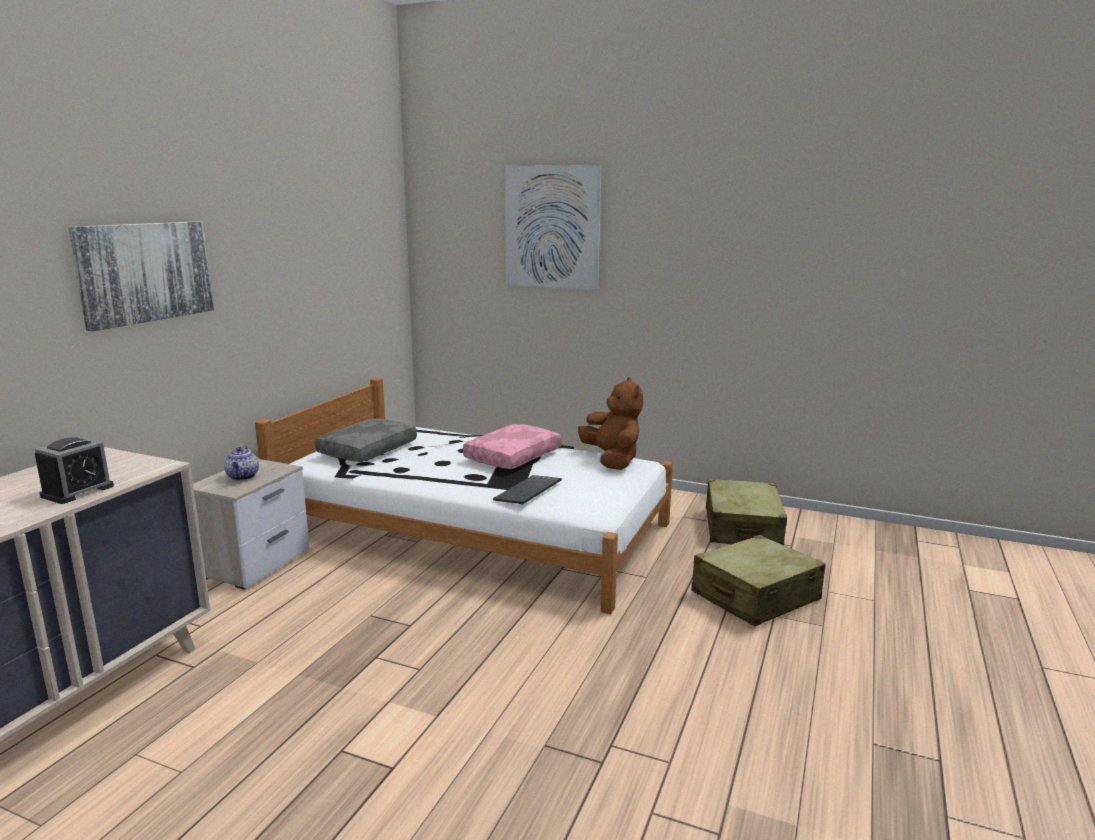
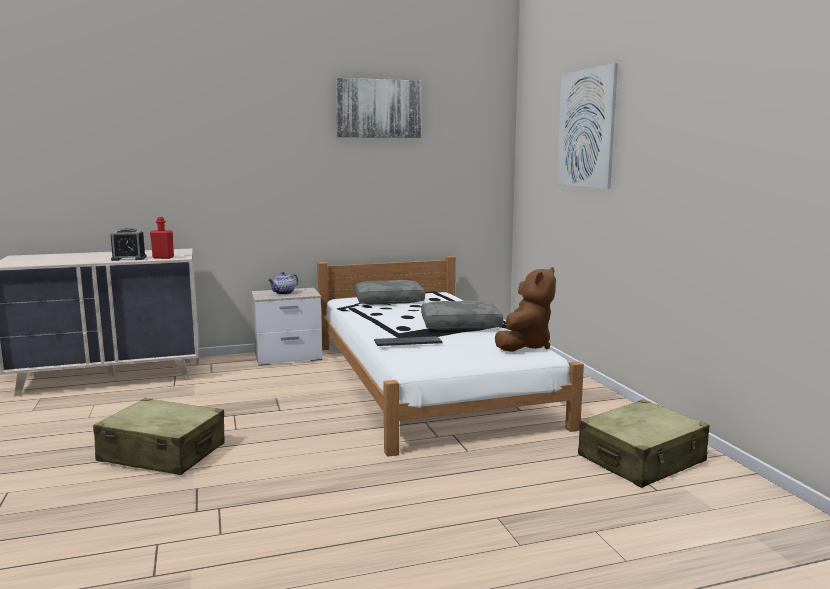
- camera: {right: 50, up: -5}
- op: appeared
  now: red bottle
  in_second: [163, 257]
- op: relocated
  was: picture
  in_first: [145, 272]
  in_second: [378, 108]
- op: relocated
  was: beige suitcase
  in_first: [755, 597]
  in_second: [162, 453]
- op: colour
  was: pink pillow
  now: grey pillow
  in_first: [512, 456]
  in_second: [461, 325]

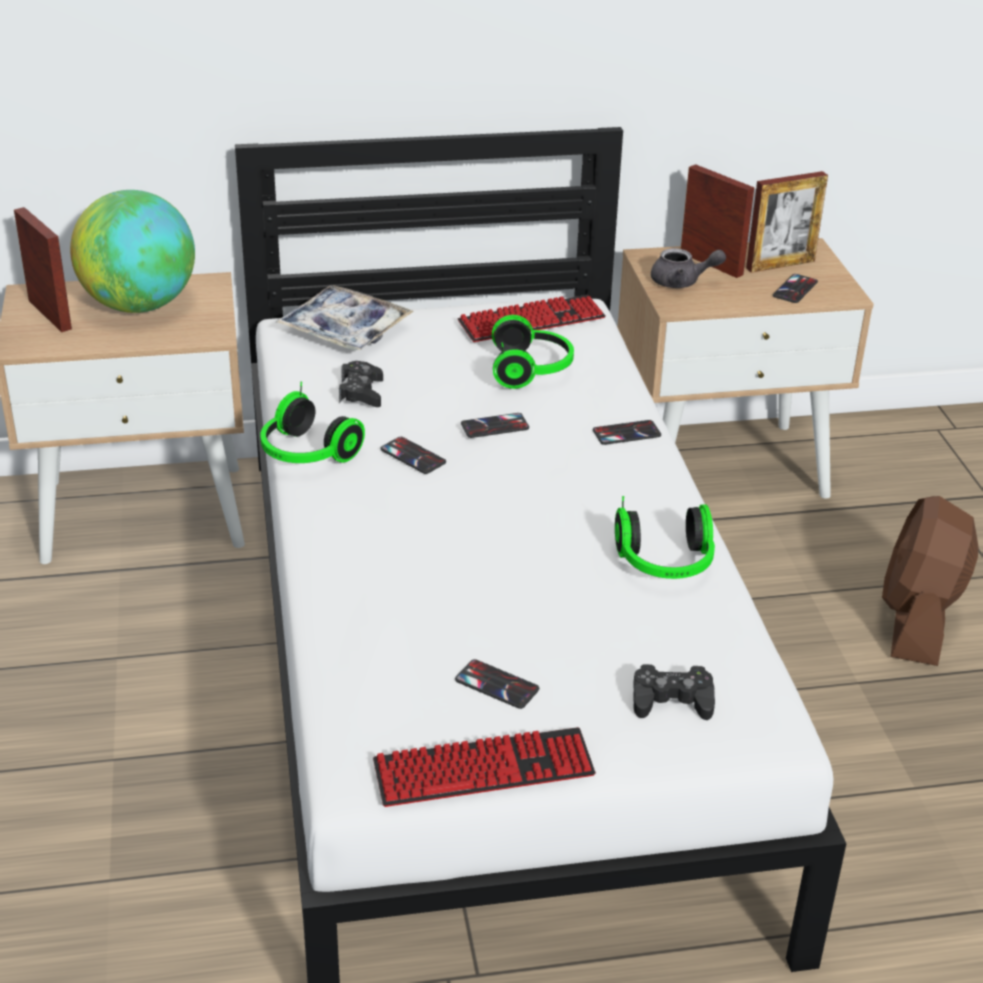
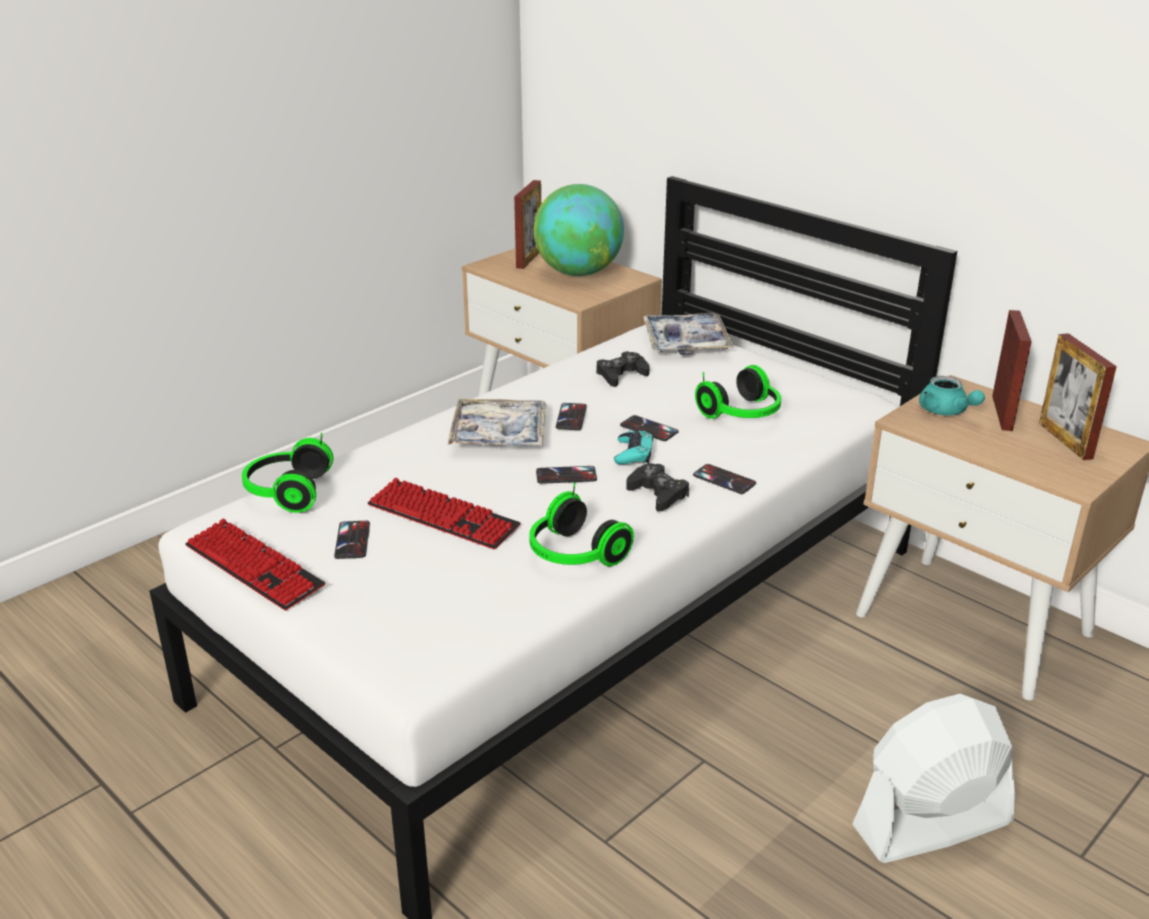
- camera: {right: 55, up: -5}
- op: appeared
  now: tray
  in_second: [499, 434]
- op: appeared
  now: turquoise game controller
  in_second: [633, 453]
- op: relocated
  was: headphones
  in_first: [305, 454]
  in_second: [286, 492]
- op: relocated
  was: keyboard
  in_first: [531, 321]
  in_second: [443, 516]
- op: relocated
  was: black game controller
  in_first: [671, 700]
  in_second: [658, 494]
- op: relocated
  was: phone
  in_first: [795, 289]
  in_second: [566, 476]
- op: colour
  was: grey teapot
  now: turquoise teapot
  in_first: [682, 282]
  in_second: [946, 411]
- op: colour
  was: brown fan
  now: white fan
  in_first: [917, 621]
  in_second: [931, 825]
- op: spun
  was: picture frame
  in_first: [780, 264]
  in_second: [1065, 440]
  clockwise: 45

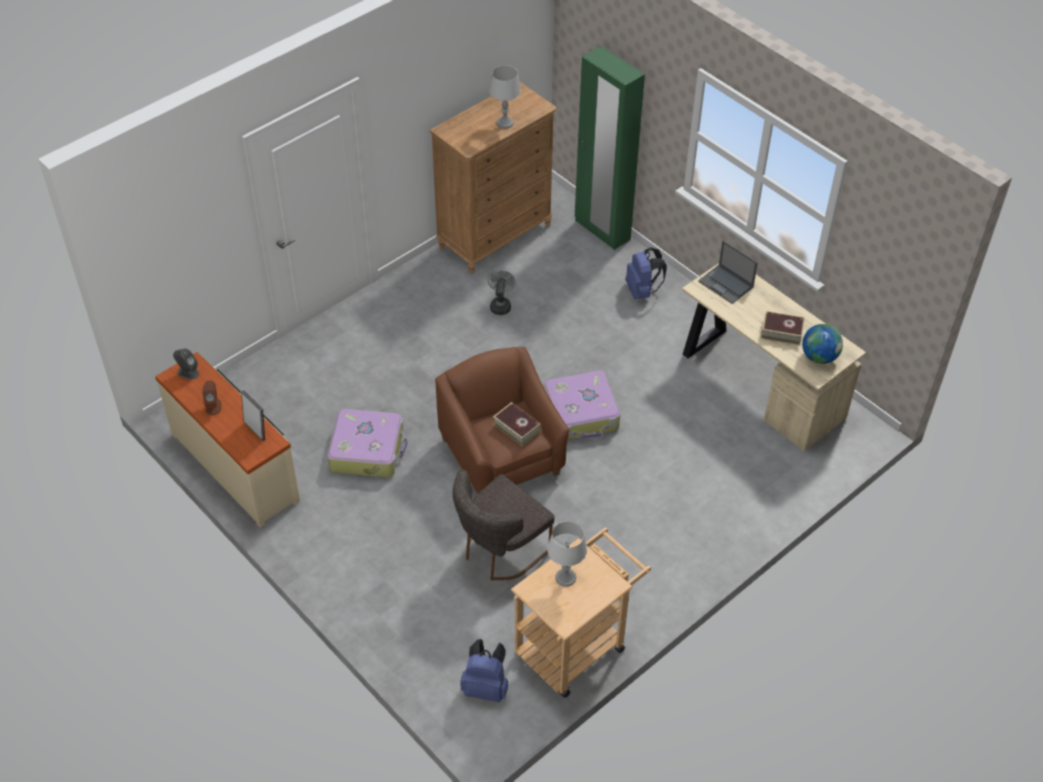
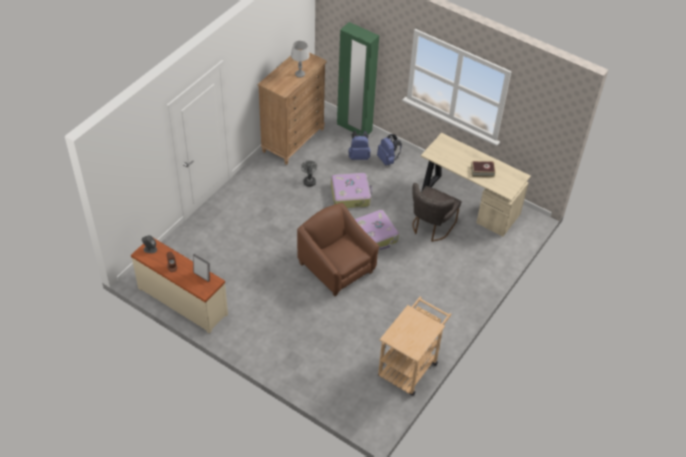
- camera: {right: -15, up: 0}
- op: missing
  was: book
  in_first: [517, 428]
- op: missing
  was: grey table lamp
  in_first: [565, 577]
- op: missing
  was: laptop
  in_first: [726, 284]
- op: missing
  was: globe
  in_first: [819, 357]
- op: relocated
  was: suitcase
  in_first: [368, 450]
  in_second: [350, 195]
- op: relocated
  was: grey chair
  in_first: [500, 552]
  in_second: [430, 227]
- op: relocated
  was: blue backpack
  in_first: [486, 687]
  in_second: [359, 156]

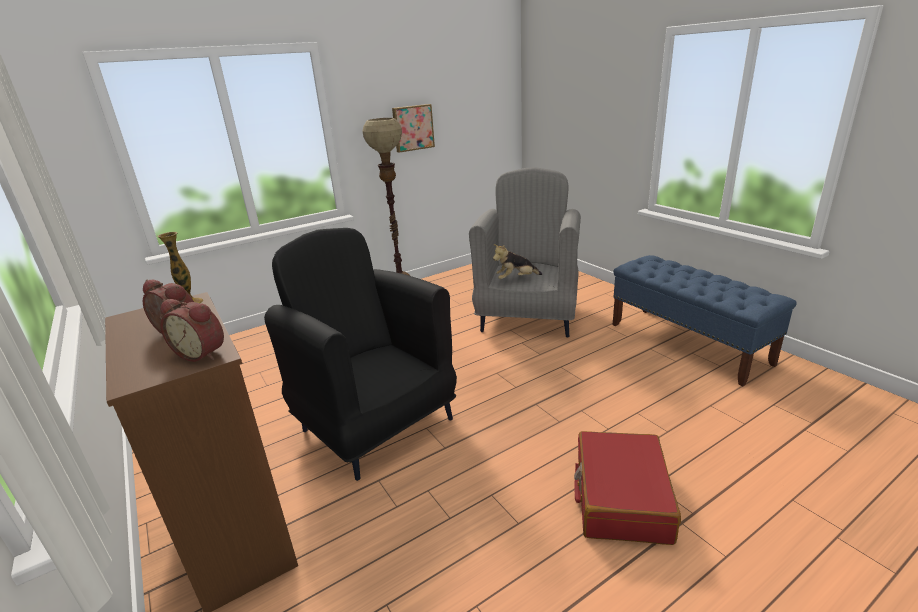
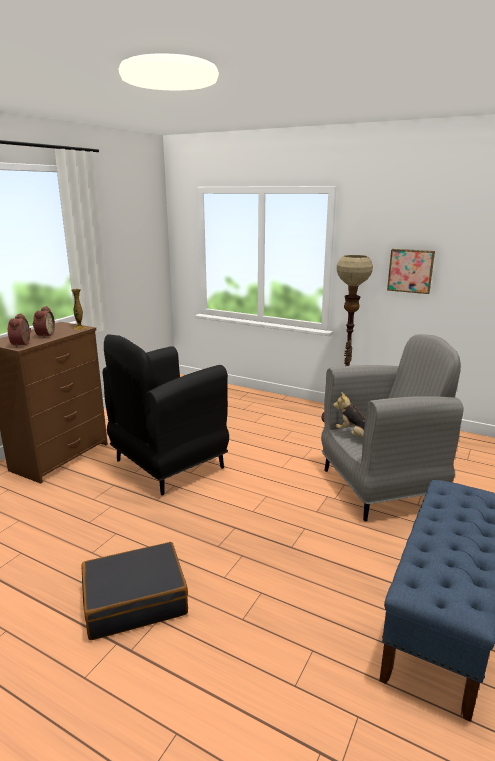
- camera: {right: 60, up: -5}
- op: colour
  was: red suitcase
  now: black suitcase
  in_first: [620, 497]
  in_second: [135, 600]
- op: spun
  was: black armchair
  in_first: [376, 424]
  in_second: [167, 465]
  clockwise: -150

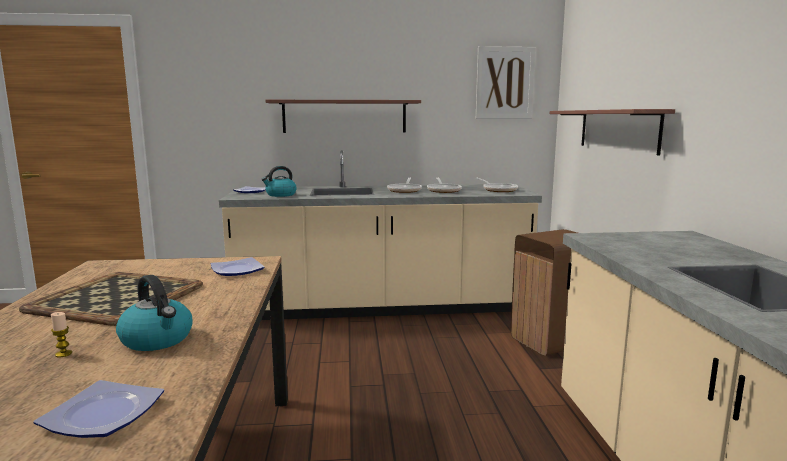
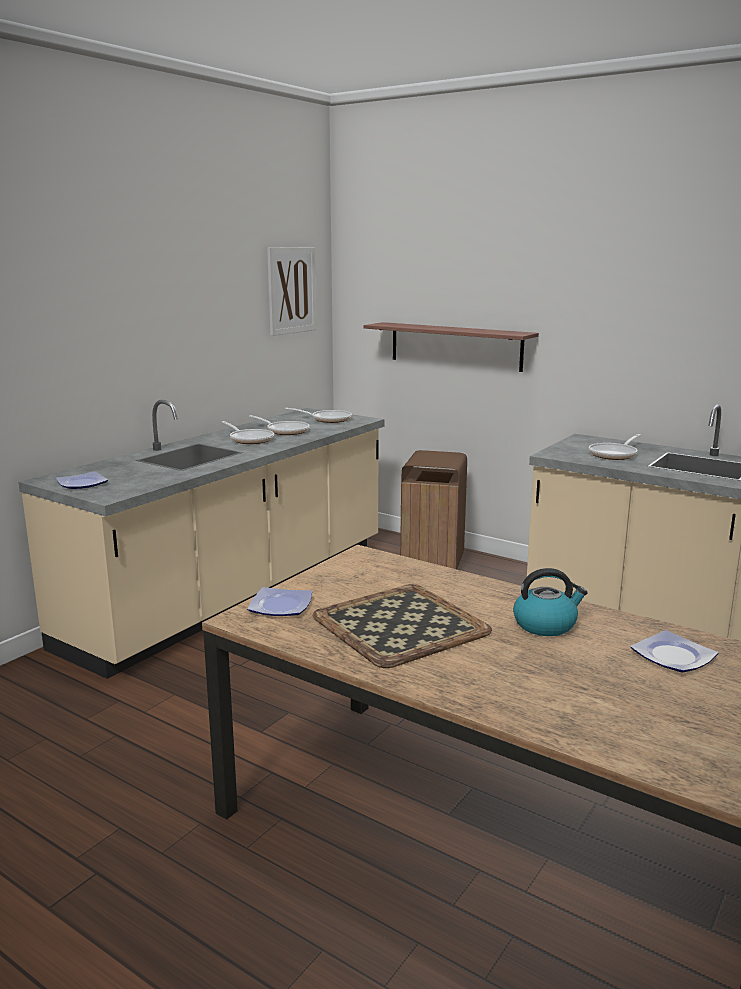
- camera: {right: -50, up: 5}
- op: missing
  was: candle
  in_first: [63, 354]
- op: missing
  was: kettle
  in_first: [280, 195]
- op: missing
  was: shelf
  in_first: [344, 116]
- op: appeared
  now: frying pan
  in_second: [615, 454]
- op: relocated
  was: plate
  in_first: [236, 271]
  in_second: [281, 607]

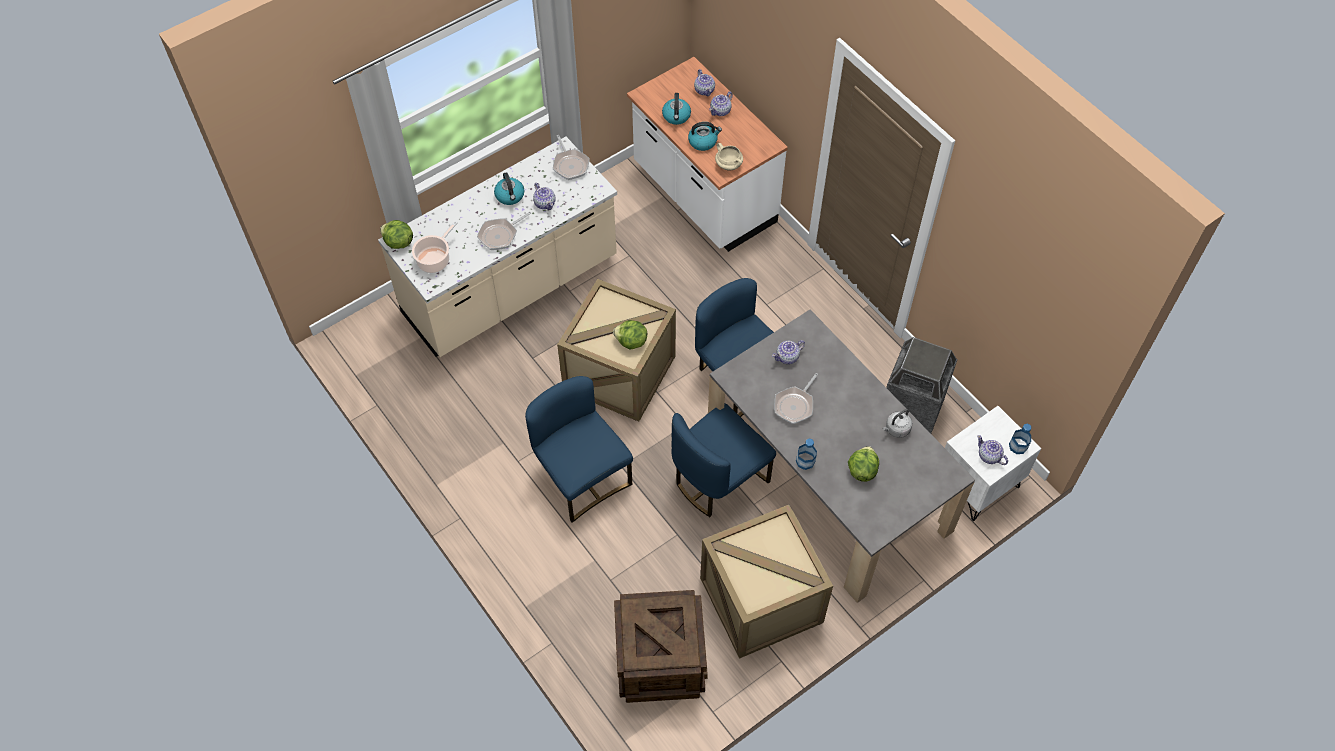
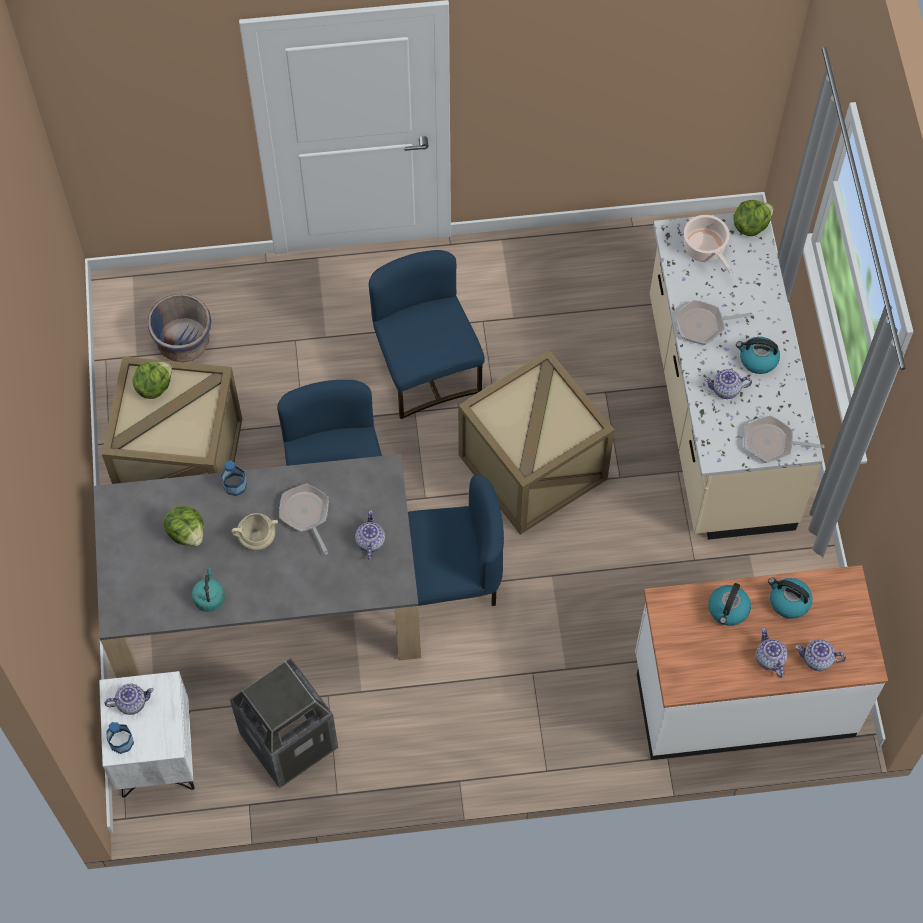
- camera: {right: 120, up: 5}
- op: relocated
  was: lettuce
  in_first: [631, 342]
  in_second: [154, 386]
- op: relocated
  was: beige cooking pot
  in_first: [729, 165]
  in_second: [256, 538]
- op: exchanged
  was: crate
  now: blue planter
  in_first: [661, 661]
  in_second: [184, 342]
- op: colour
  was: grey kettle
  now: turquoise kettle
  in_first: [896, 429]
  in_second: [209, 597]
- op: spun
  was: frying pan
  in_first: [500, 235]
  in_second: [703, 325]
  clockwise: -90
- op: spun
  was: blue chair
  in_first: [582, 476]
  in_second: [426, 370]
  clockwise: -105

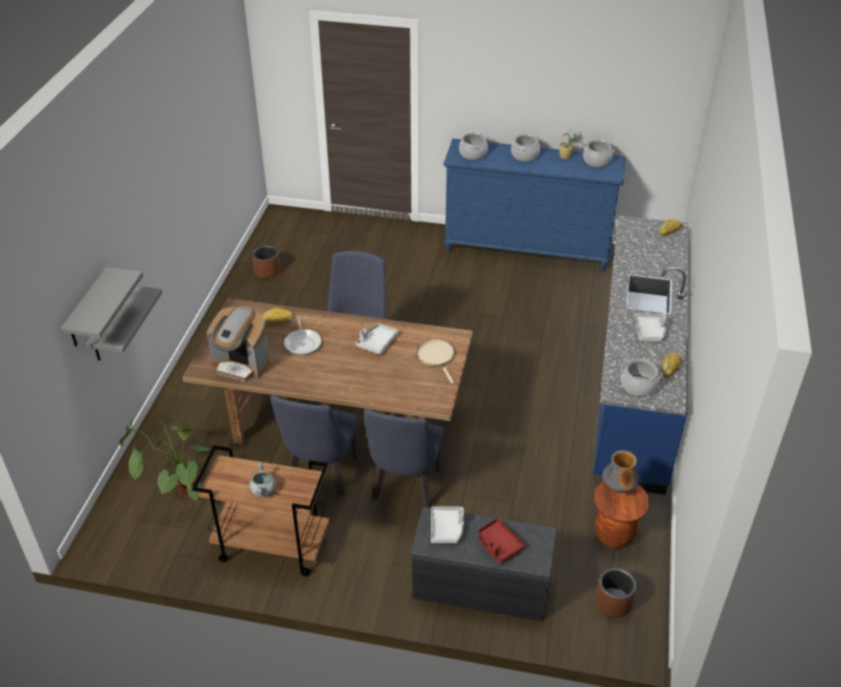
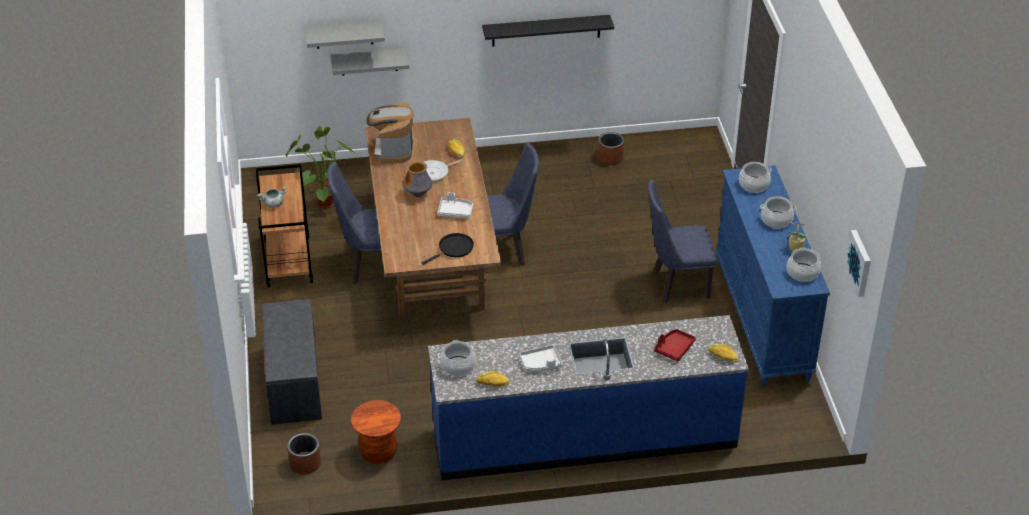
- camera: {right: 70, up: 0}
- op: missing
  was: grey tray
  in_first: [447, 528]
- op: appeared
  now: black shelf
  in_second: [546, 30]
- op: appeared
  now: picture
  in_second: [860, 263]
- op: relocated
  was: blue chair
  in_first: [405, 489]
  in_second: [676, 284]
- op: relocated
  was: red tray
  in_first: [498, 545]
  in_second: [674, 348]
- op: relocated
  was: vase
  in_first: [618, 488]
  in_second: [418, 194]
- op: colour
  was: beige frying pan
  now: black frying pan
  in_first: [436, 357]
  in_second: [454, 249]

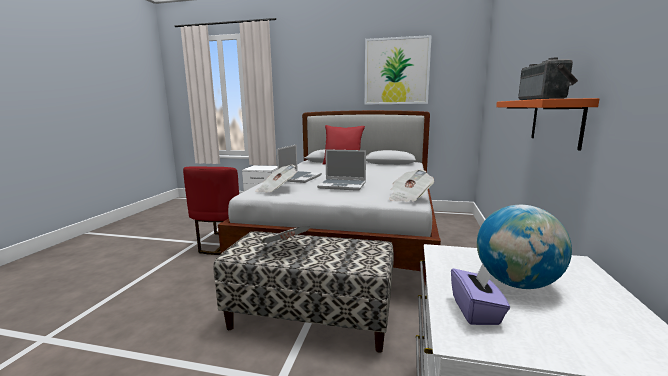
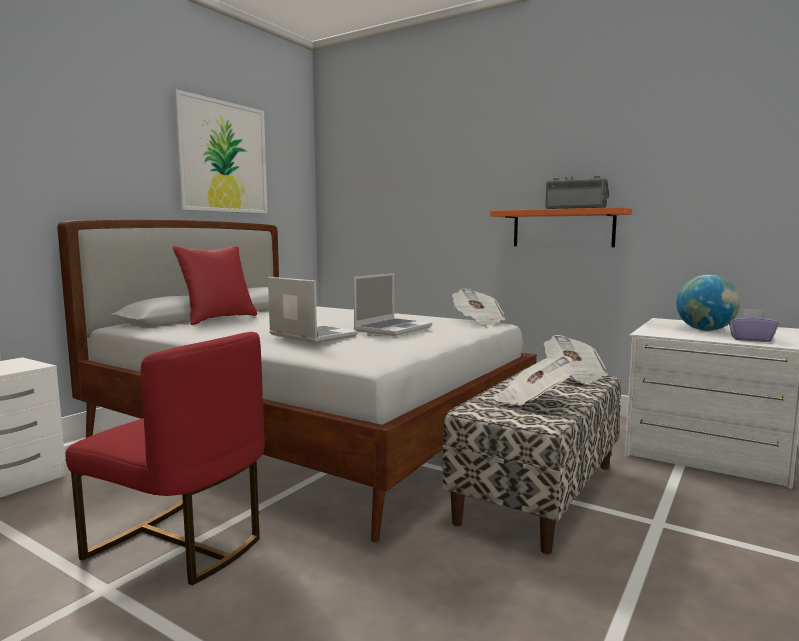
- camera: {right: -70, up: -5}
- op: relocated
  was: newspaper
  in_first: [276, 189]
  in_second: [574, 376]

